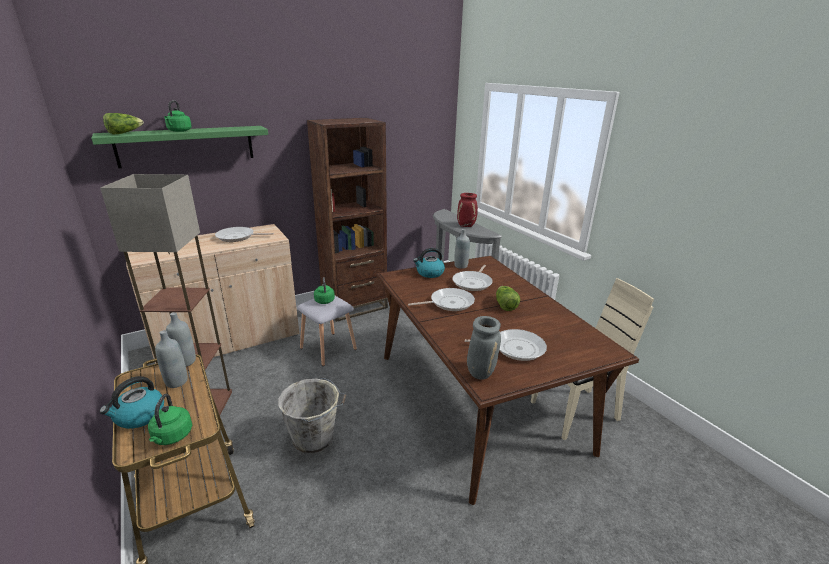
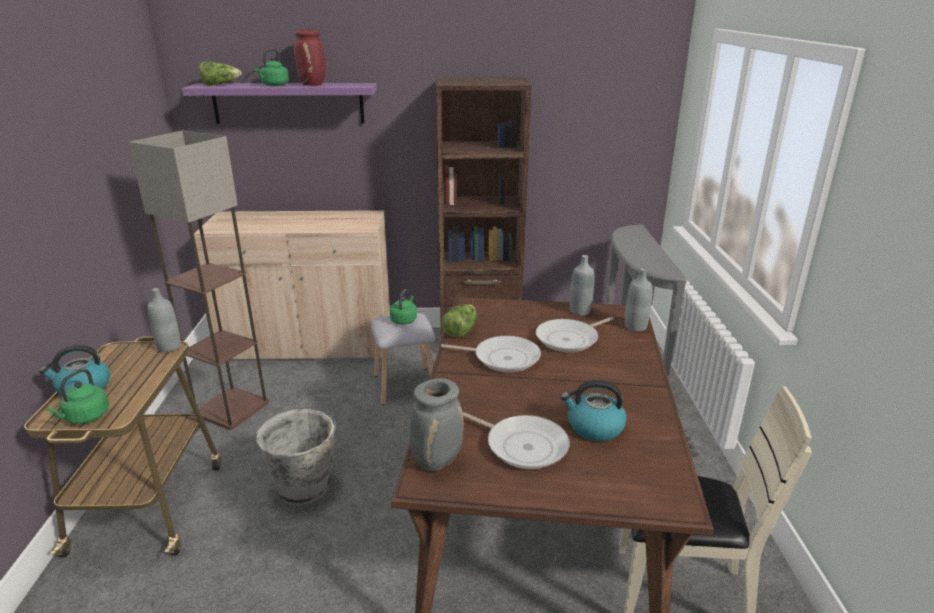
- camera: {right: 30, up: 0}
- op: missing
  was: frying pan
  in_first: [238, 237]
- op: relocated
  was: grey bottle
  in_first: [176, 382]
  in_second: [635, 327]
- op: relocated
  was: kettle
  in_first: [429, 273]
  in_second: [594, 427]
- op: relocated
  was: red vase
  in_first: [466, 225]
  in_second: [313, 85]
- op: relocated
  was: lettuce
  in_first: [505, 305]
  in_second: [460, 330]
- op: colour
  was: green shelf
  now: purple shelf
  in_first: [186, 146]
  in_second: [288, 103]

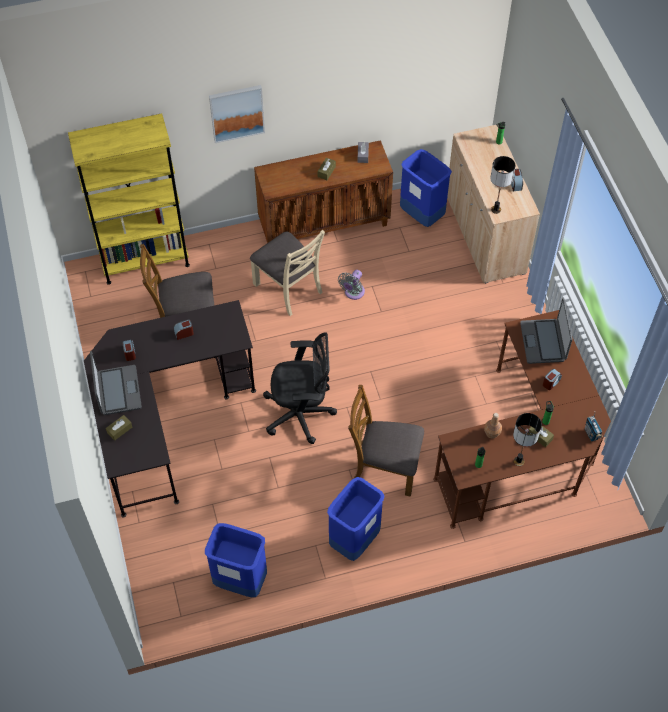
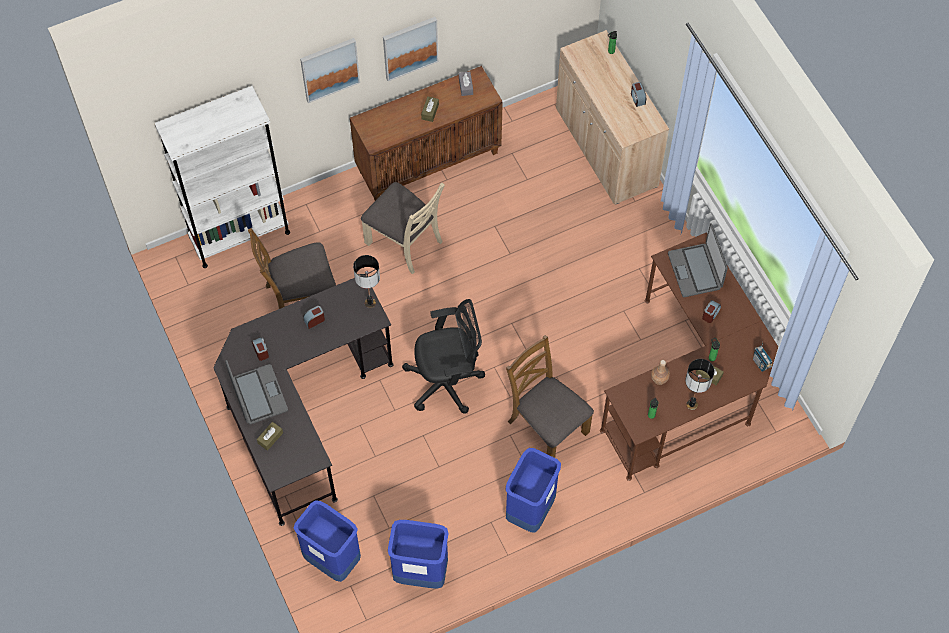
- camera: {right: -10, up: 5}
- op: missing
  was: grey fan
  in_first: [353, 293]
- op: appeared
  now: picture
  in_second: [410, 47]
- op: relocated
  was: blue trash can
  in_first: [422, 215]
  in_second: [333, 560]
- op: relocated
  was: table lamp
  in_first: [496, 210]
  in_second: [370, 303]
- op: colour
  was: yellow bookcase
  now: white bookcase
  in_first: [145, 261]
  in_second: [239, 234]
- op: spun
  was: brown chair
  in_first: [384, 467]
  in_second: [547, 426]
  clockwise: 45

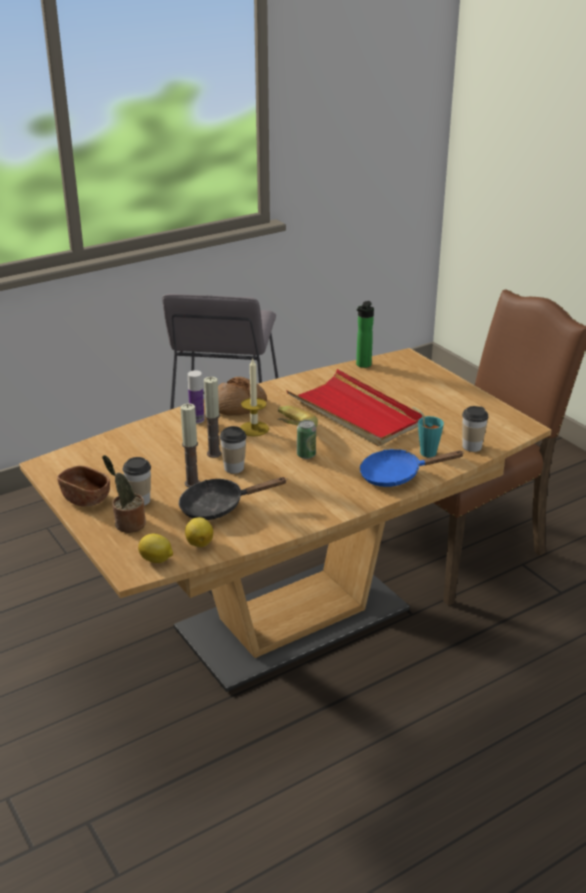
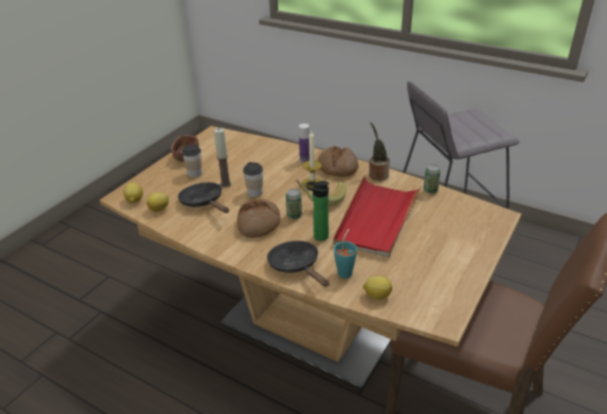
- camera: {right: 65, up: 5}
- op: missing
  was: candle
  in_first: [214, 453]
- op: appeared
  now: bread
  in_second: [259, 224]
- op: appeared
  now: can
  in_second: [430, 190]
- op: relocated
  was: potted plant
  in_first: [127, 524]
  in_second: [377, 174]
- op: relocated
  was: bottle
  in_first: [362, 365]
  in_second: [318, 236]
- op: exchanged
  was: cup
  now: lemon
  in_first: [472, 446]
  in_second: [376, 295]
- op: colour
  was: blue frying pan
  now: black frying pan
  in_first: [396, 475]
  in_second: [296, 266]

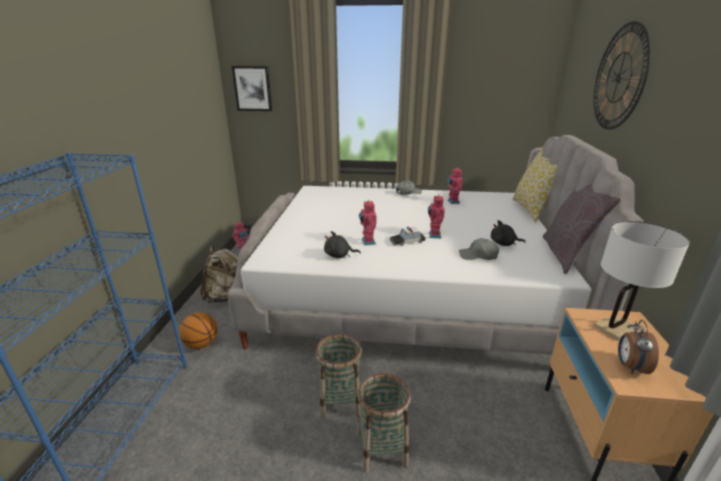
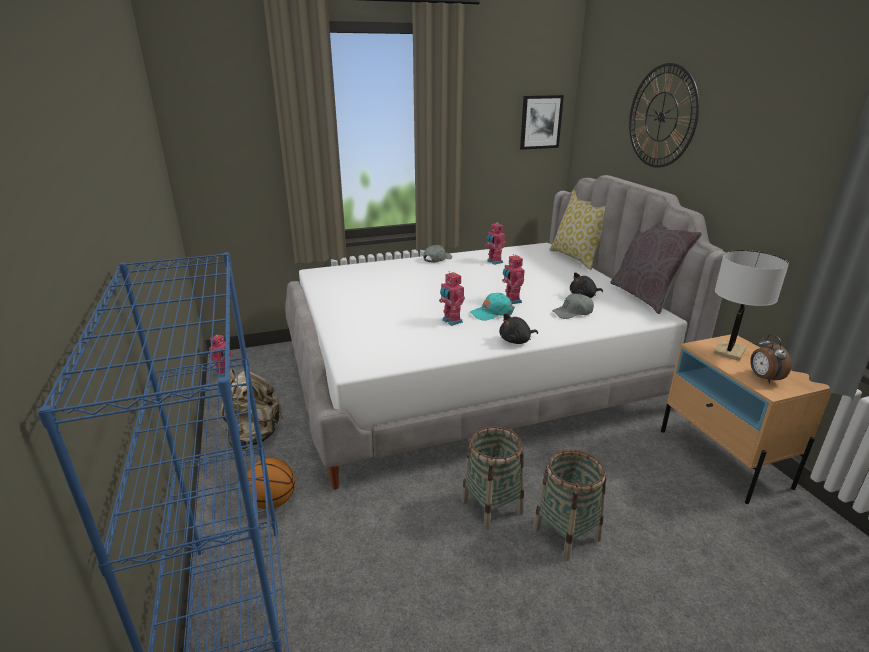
- camera: {right: -25, up: 0}
- op: relocated
  was: picture
  in_first: [253, 88]
  in_second: [540, 122]
- op: relocated
  was: black plush toy
  in_first: [339, 255]
  in_second: [516, 341]
- op: exchanged
  was: toy car
  now: turquoise cap
  in_first: [407, 241]
  in_second: [492, 313]

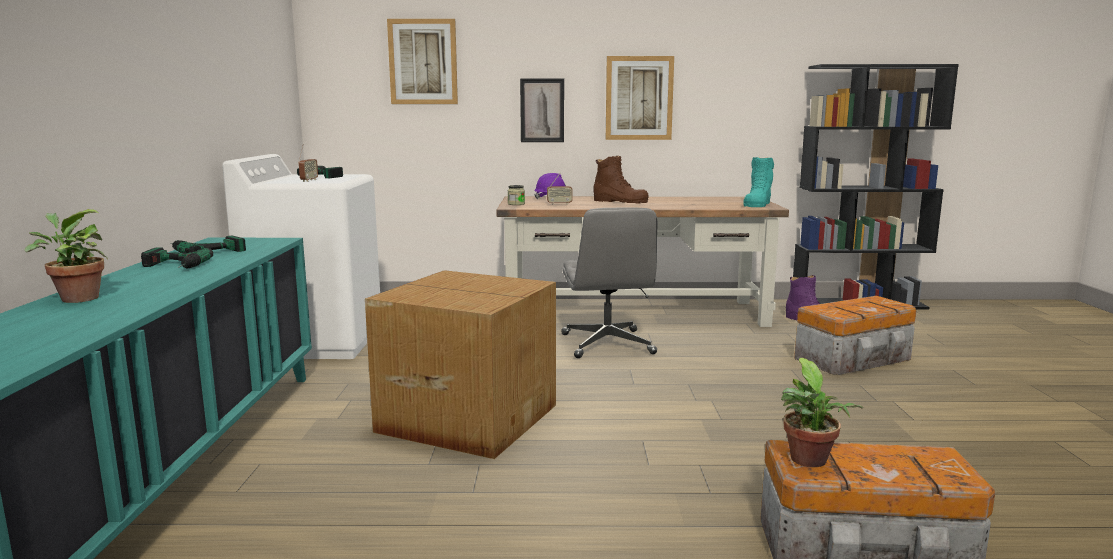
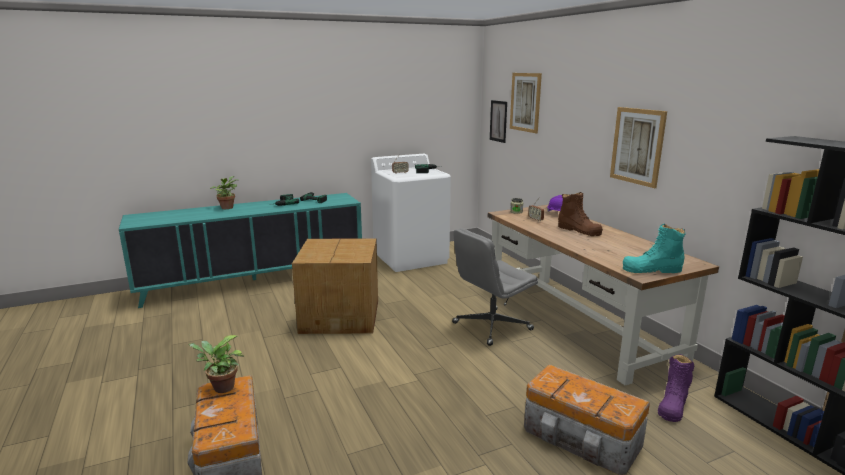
- camera: {right: 65, up: 5}
- op: relocated
  was: picture
  in_first: [542, 110]
  in_second: [498, 121]
- op: spun
  was: brown boot
  in_first: [620, 201]
  in_second: [579, 230]
  clockwise: -45

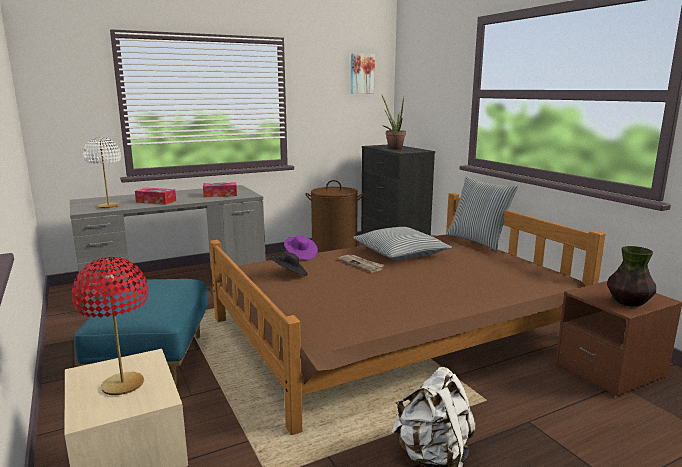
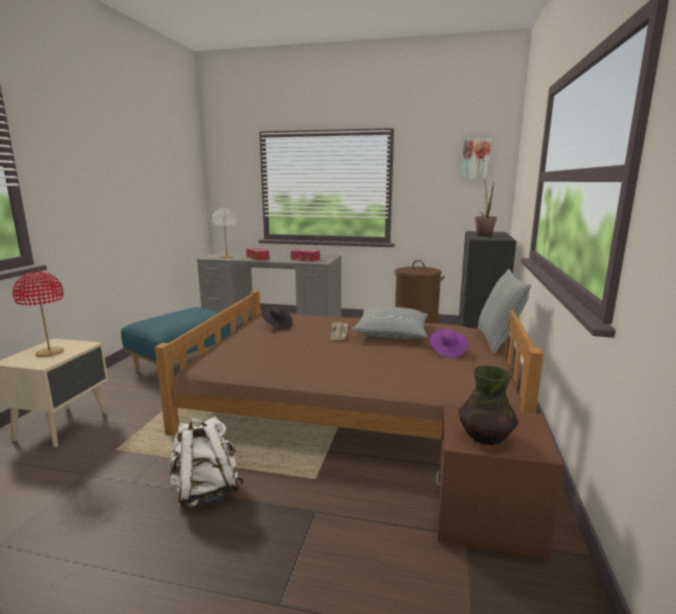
- camera: {right: 40, up: 0}
- op: relocated
  was: purple hat
  in_first: [300, 256]
  in_second: [447, 351]

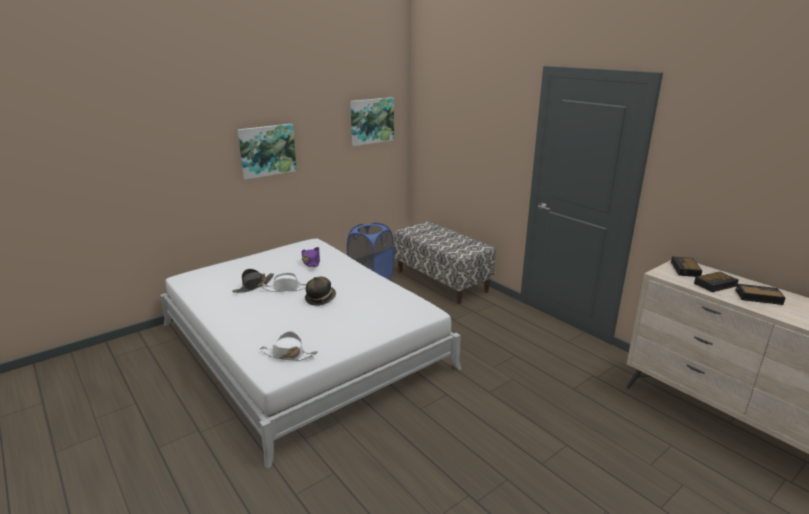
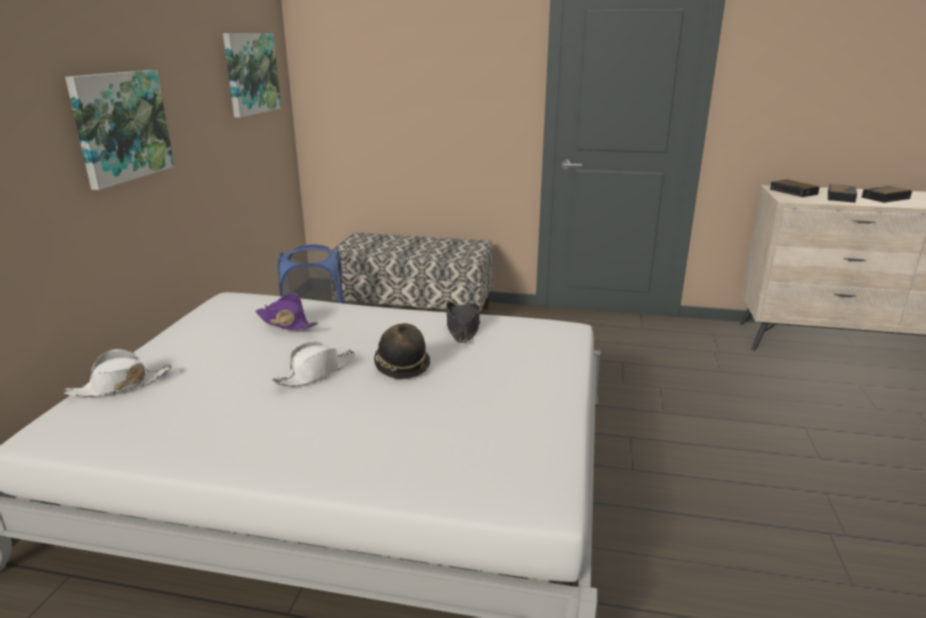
- camera: {right: -40, up: 0}
- op: relocated
  was: black hat
  in_first: [254, 286]
  in_second: [462, 328]
- op: relocated
  was: white hat
  in_first: [288, 355]
  in_second: [120, 385]

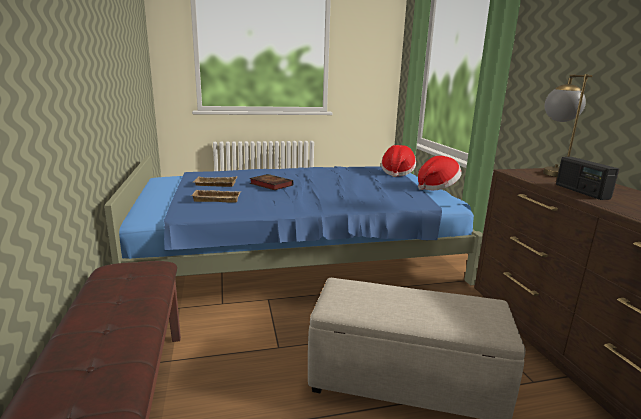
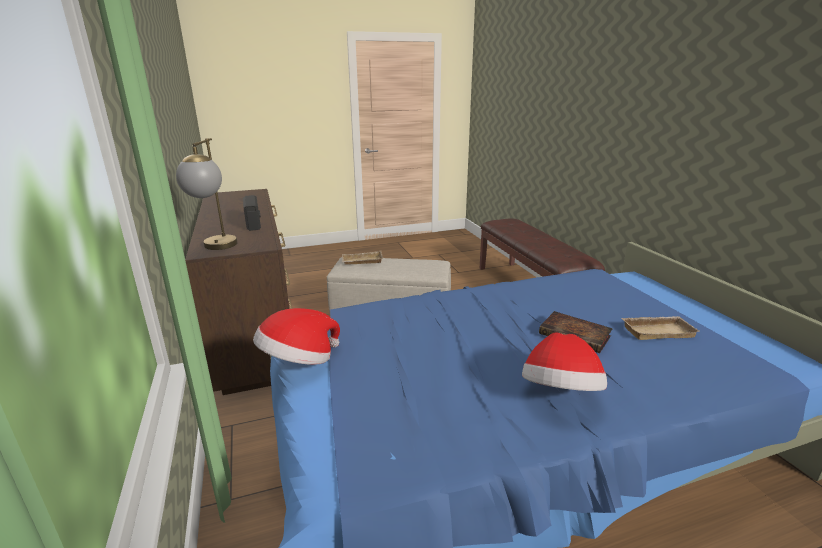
- camera: {right: 175, up: 5}
- op: relocated
  was: beige tray
  in_first: [217, 199]
  in_second: [362, 261]
- op: relocated
  was: hat
  in_first: [397, 173]
  in_second: [560, 393]

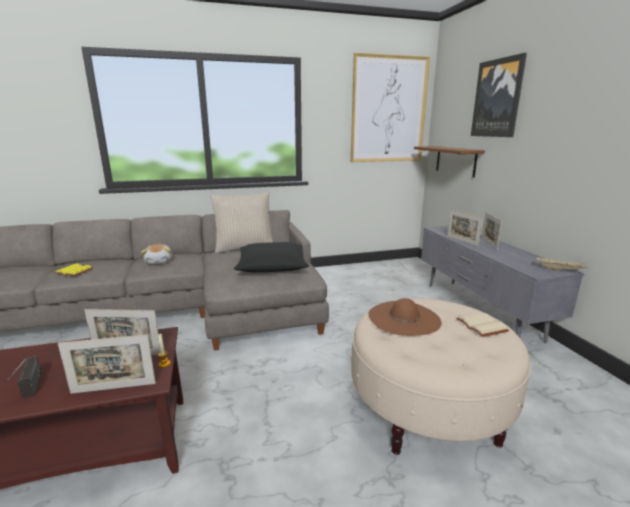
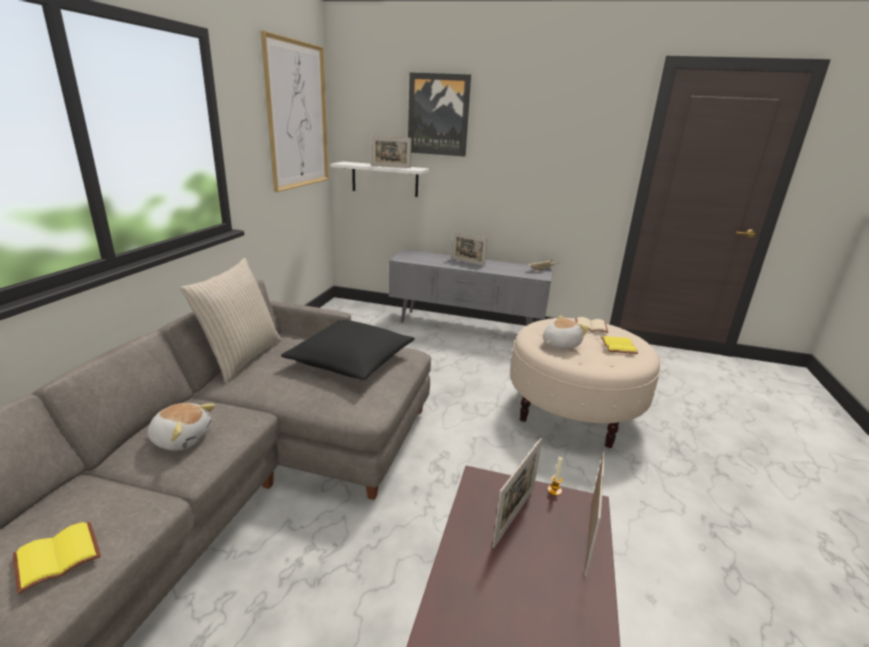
- camera: {right: -60, up: 5}
- op: missing
  was: radio
  in_first: [31, 391]
- op: appeared
  now: yellow book
  in_second: [617, 346]
- op: relocated
  was: picture frame
  in_first: [462, 241]
  in_second: [390, 167]
- op: exchanged
  was: brown hat
  now: plush toy
  in_first: [403, 318]
  in_second: [560, 344]
- op: colour
  was: brown shelf
  now: white shelf
  in_first: [455, 161]
  in_second: [385, 179]

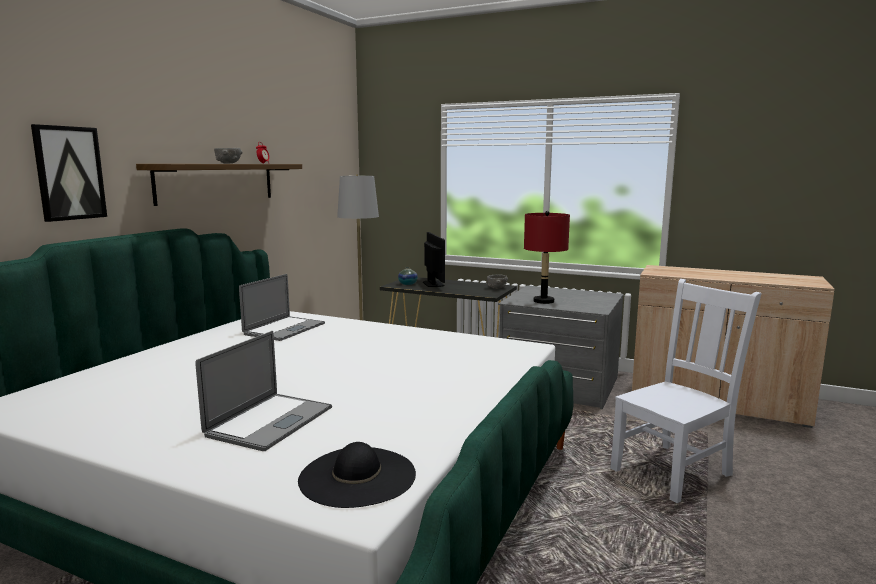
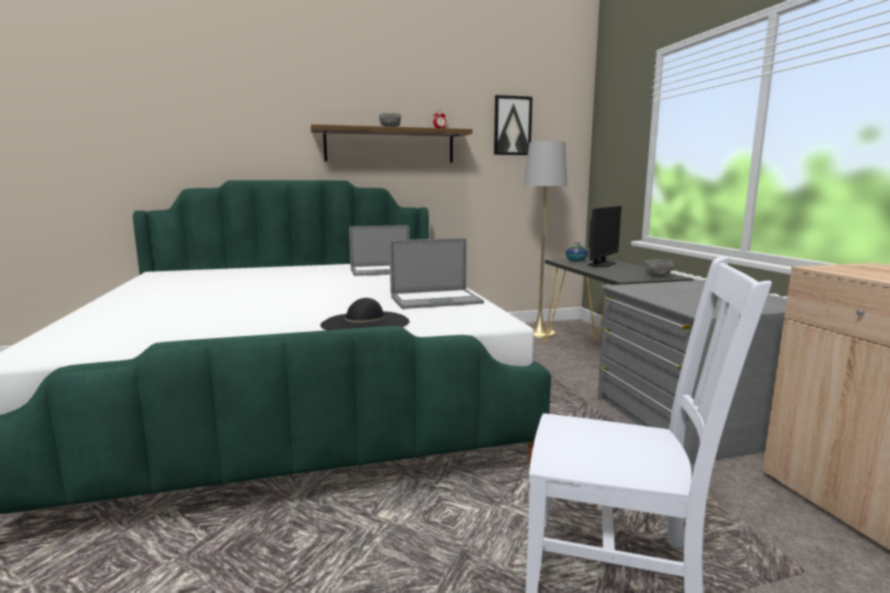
- camera: {right: 50, up: 0}
- op: missing
  was: red table lamp
  in_first: [543, 301]
- op: relocated
  was: picture
  in_first: [69, 173]
  in_second: [512, 126]
- op: relocated
  was: laptop
  in_first: [270, 421]
  in_second: [435, 300]
- op: relocated
  was: black hat
  in_first: [357, 476]
  in_second: [365, 323]

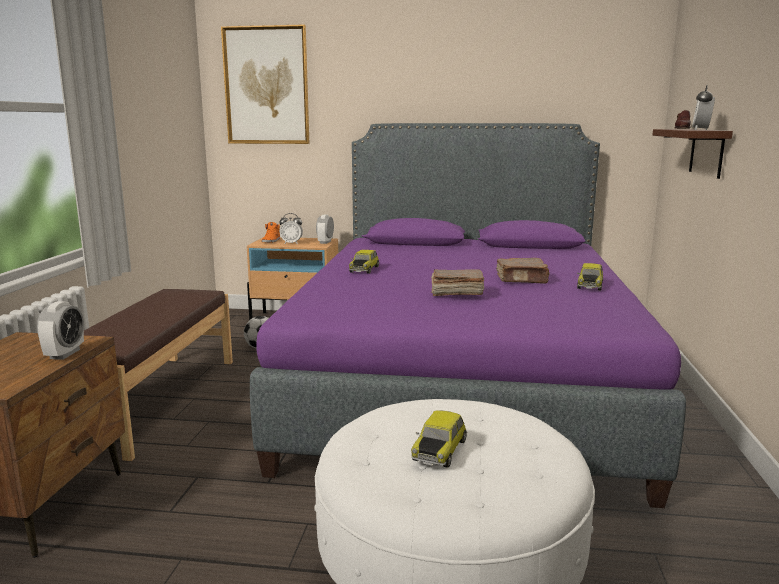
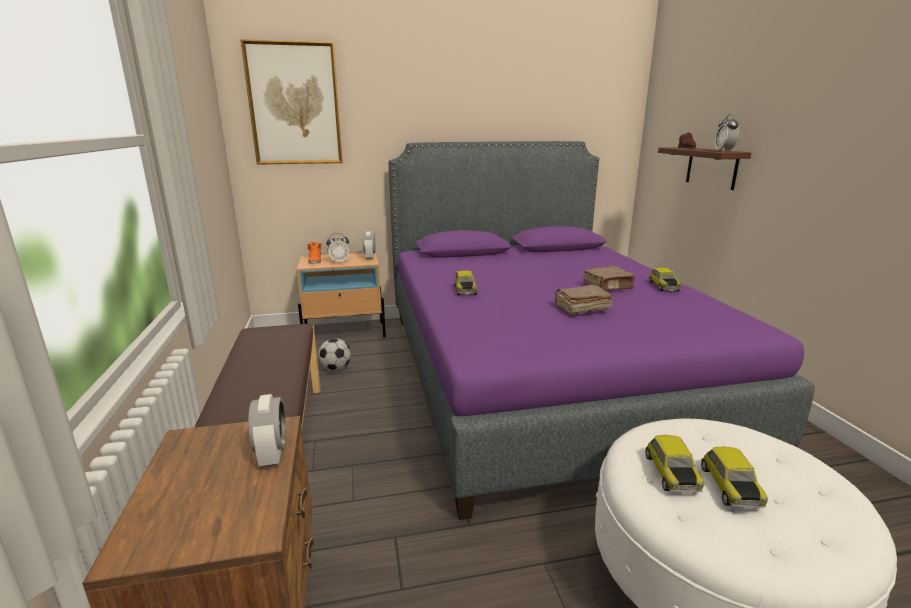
- camera: {right: -20, up: 5}
- op: appeared
  now: toy car
  in_second: [670, 473]

